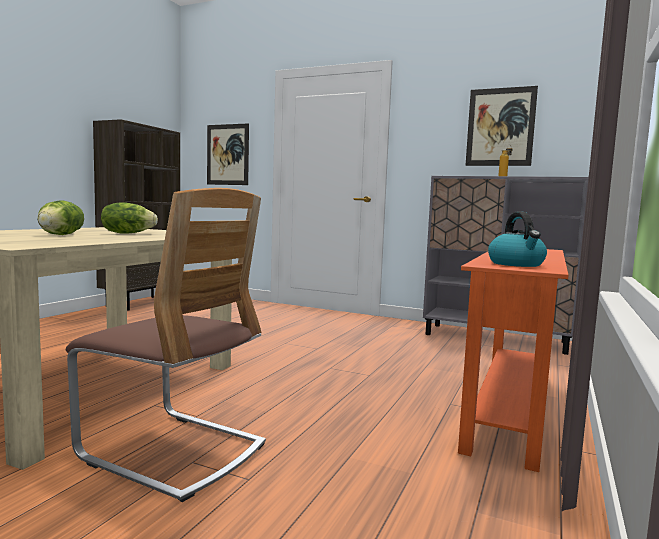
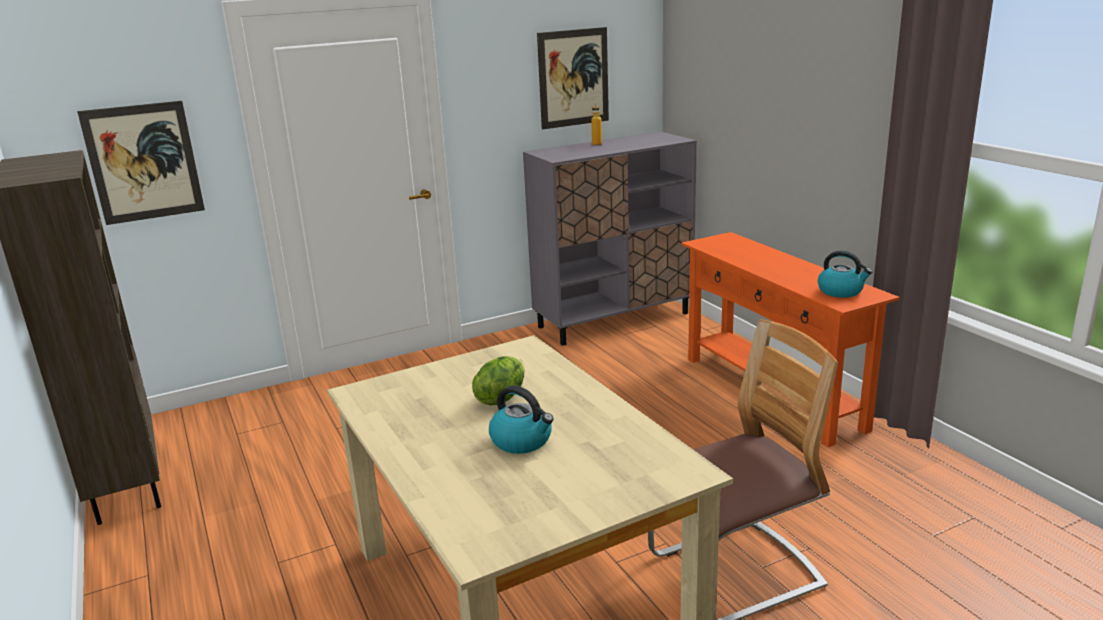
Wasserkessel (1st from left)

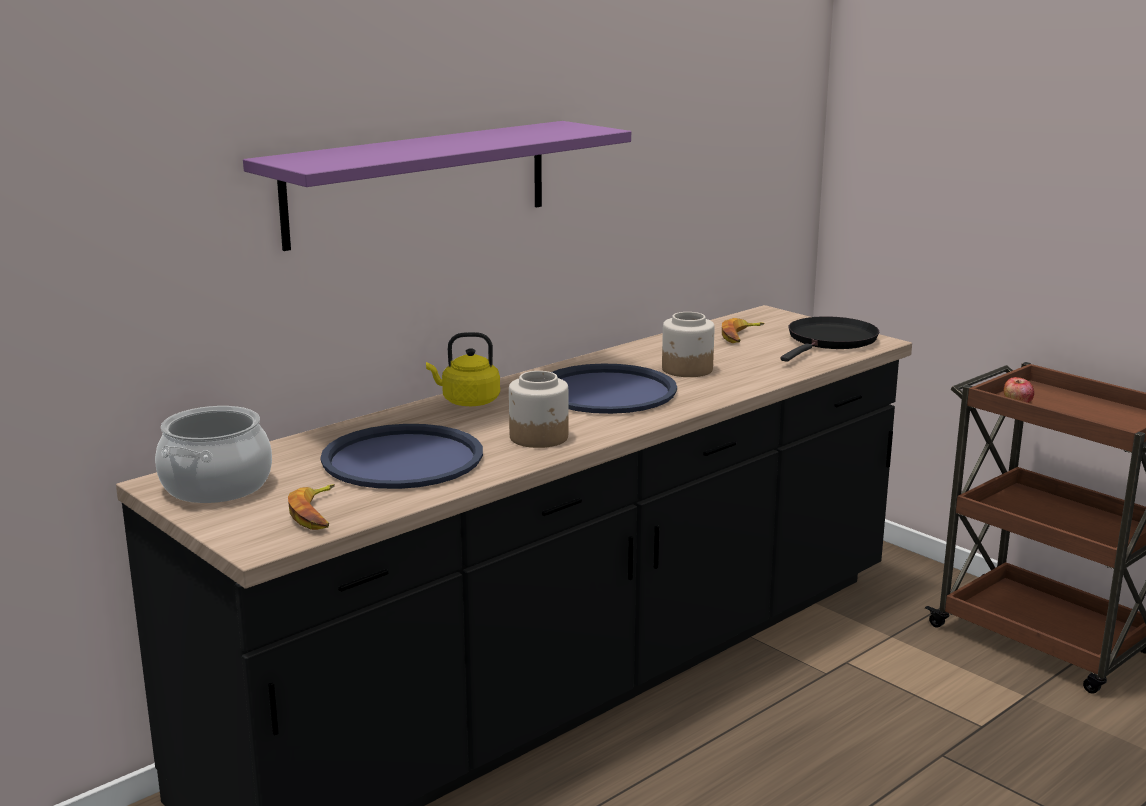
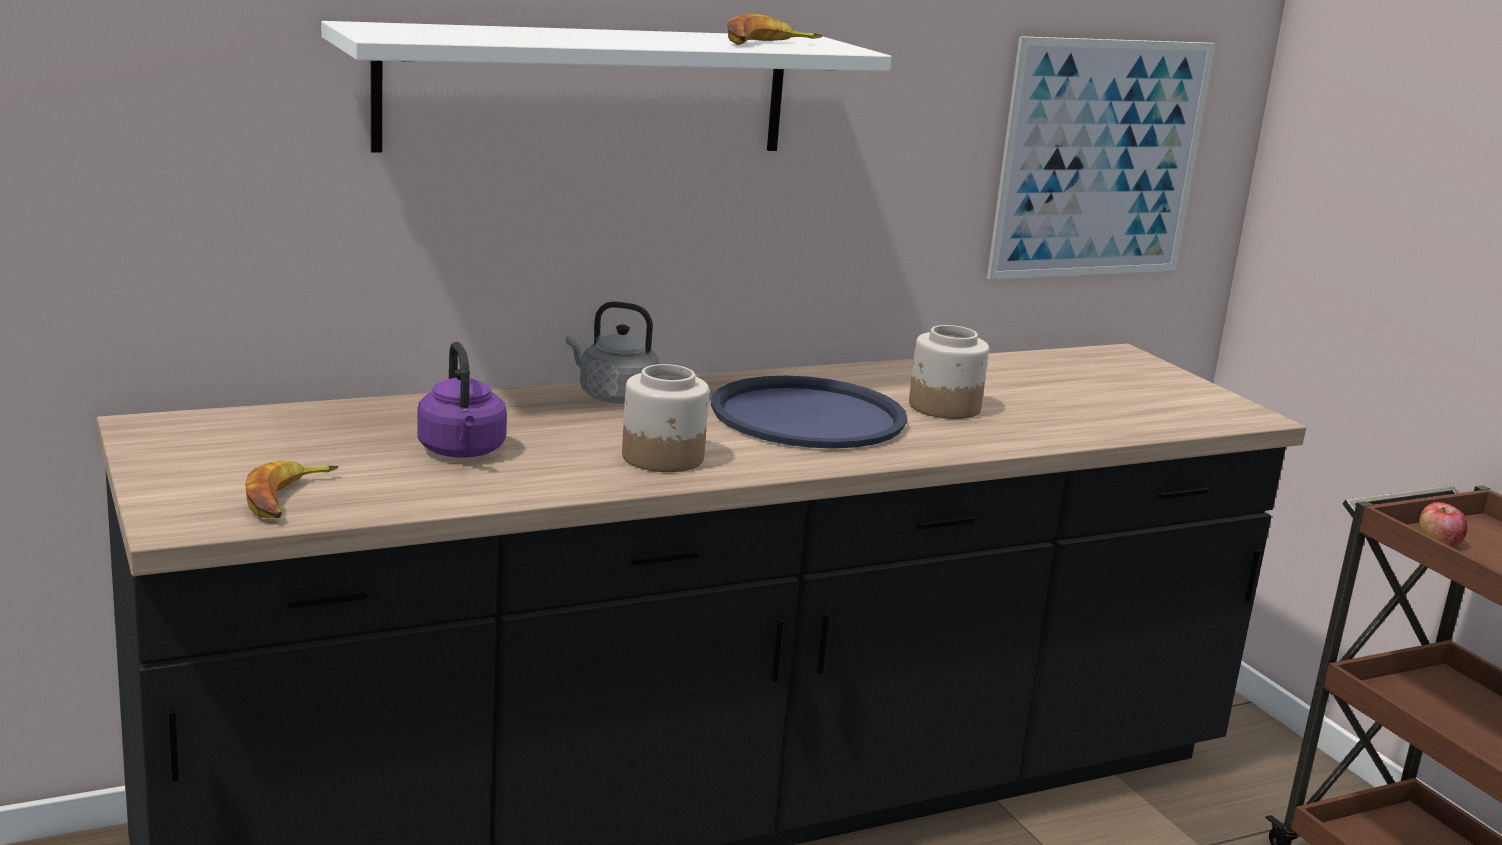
Wandregal (weiß)
Pfanne (schwarz)
Banane (2nd from left)
Wasserkessel (grau)
Kochtopf
Wasserkessel (lila)
Bild

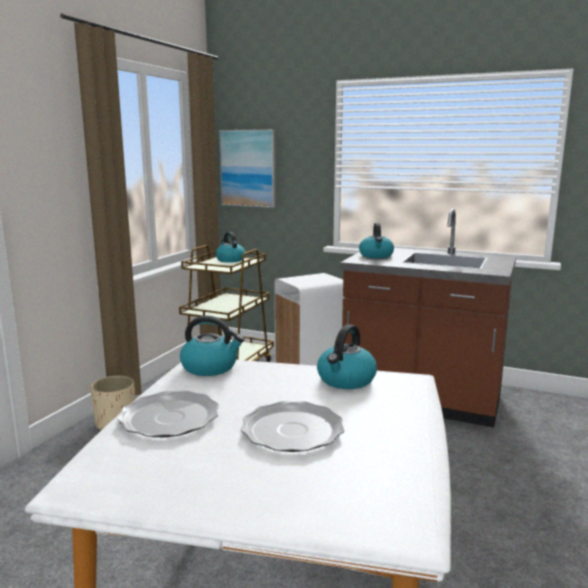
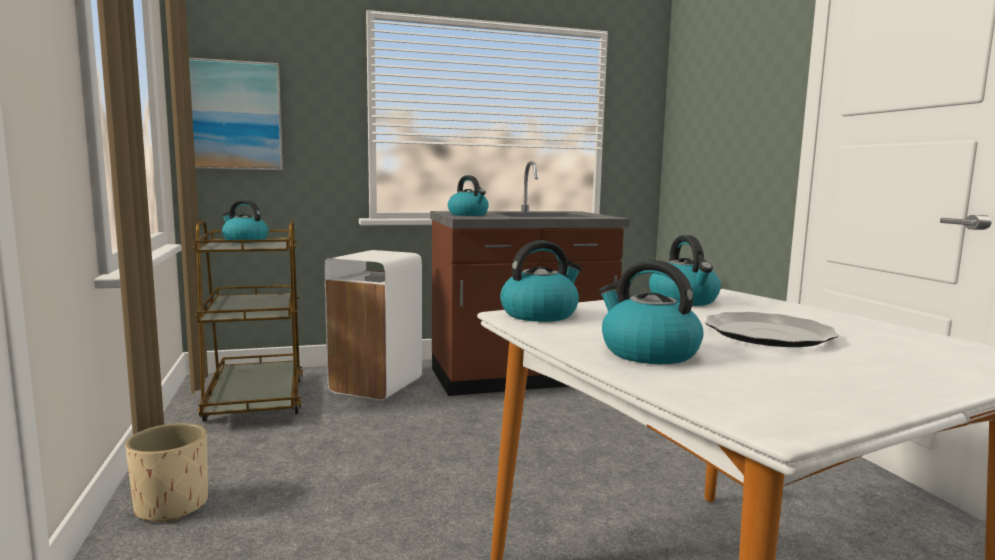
Wasserkessel (4th from left)

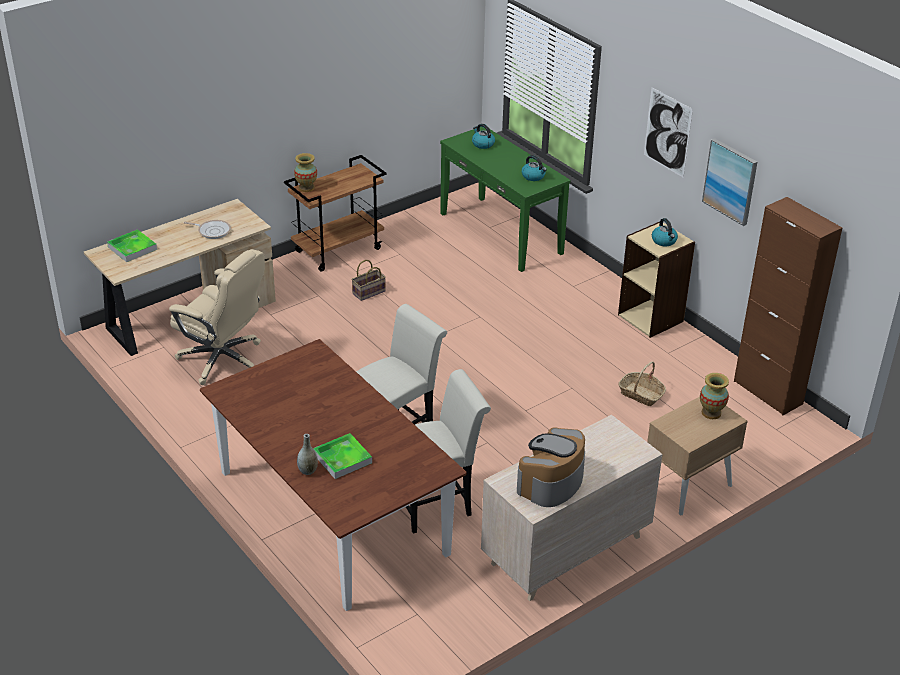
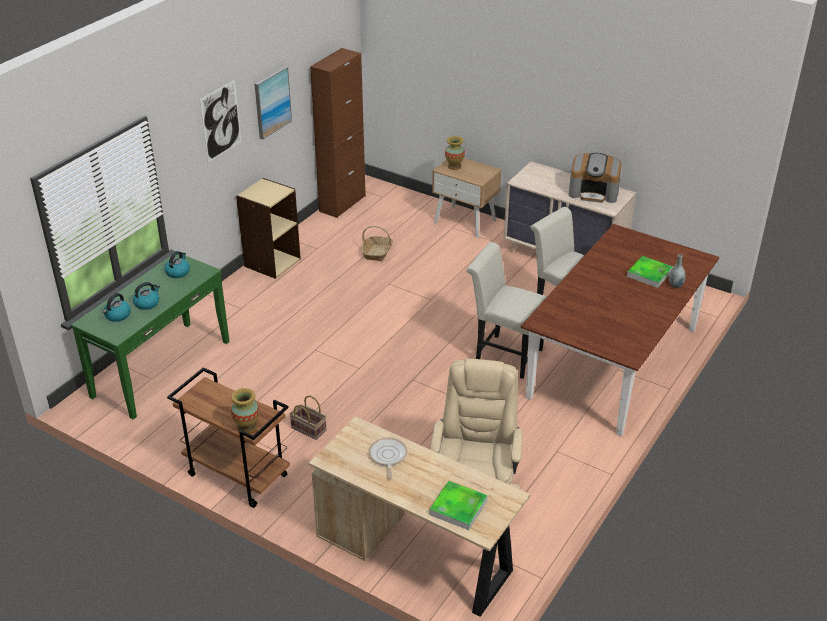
Wasserkessel (2nd from left)

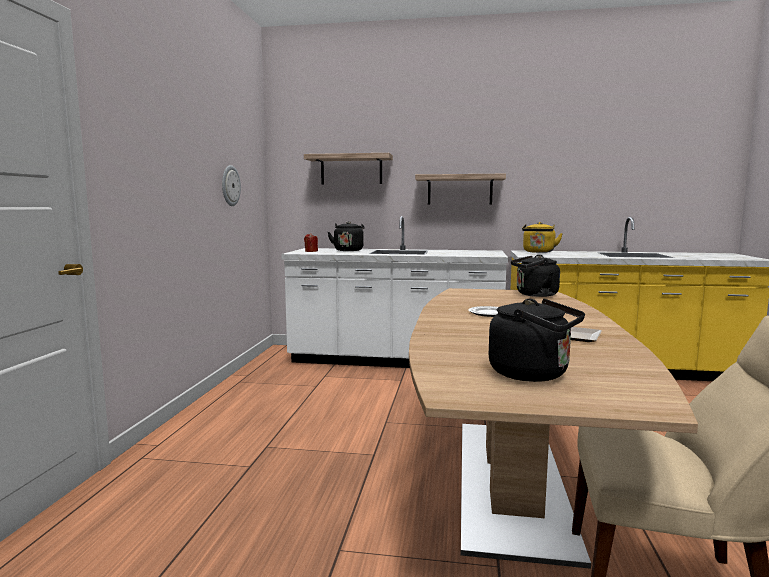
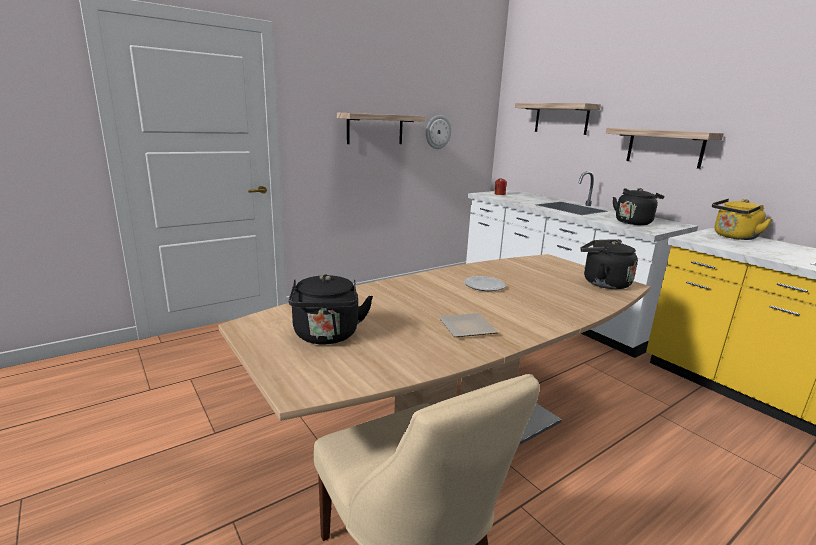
Wasserkessel (schwarz) (3rd from left)
Wandregal (1st from left)

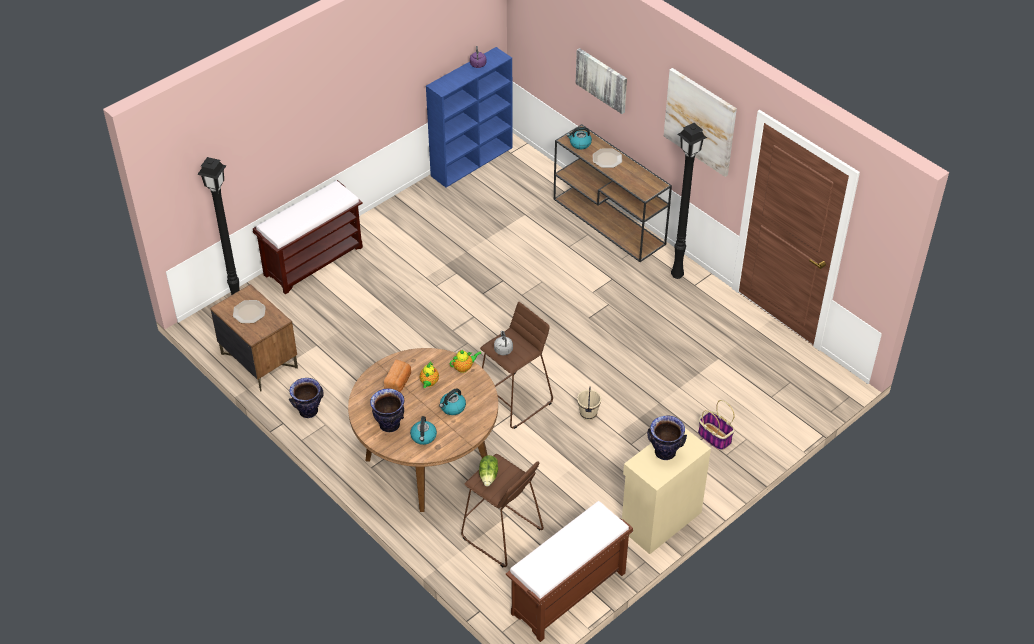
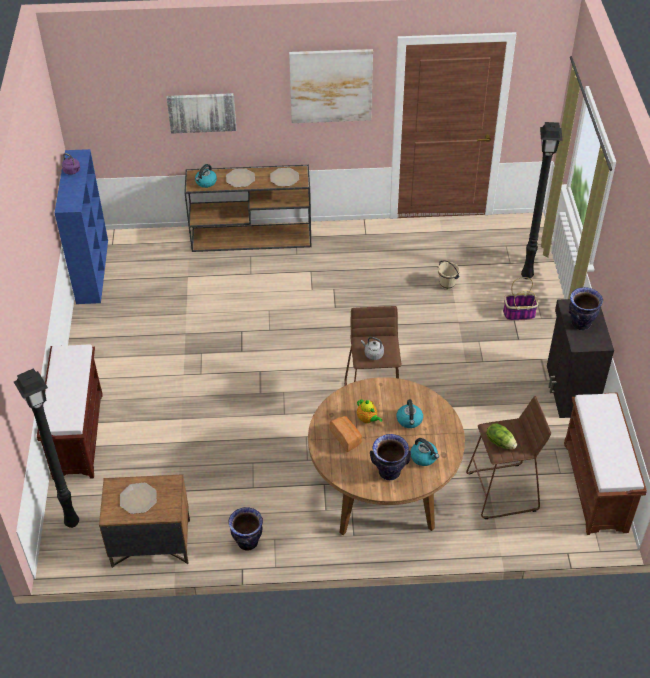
Stehlampe (schwarz) (2nd from left)
Teekanne (2nd from left in the first image)
Eimer (beige)
Schrank (schwarz)
Teller (3rd from left)

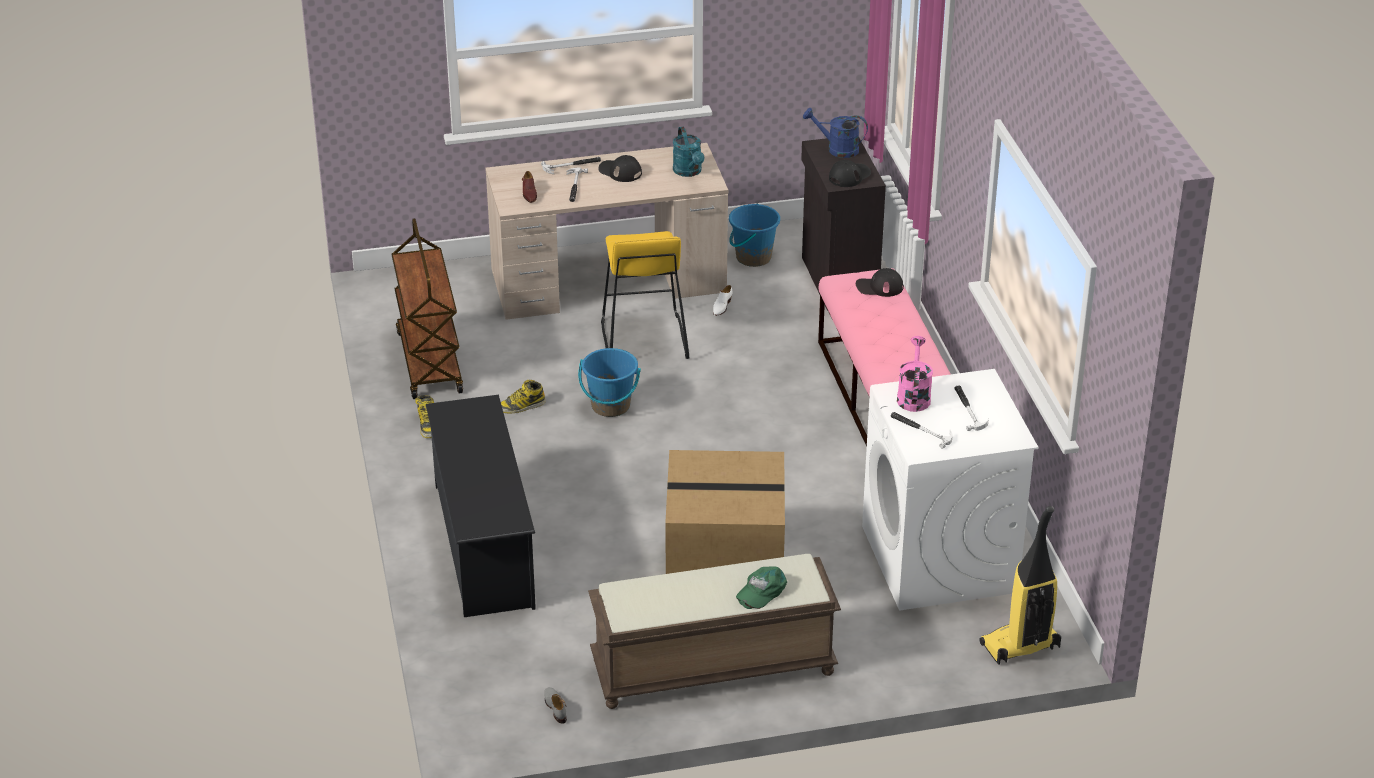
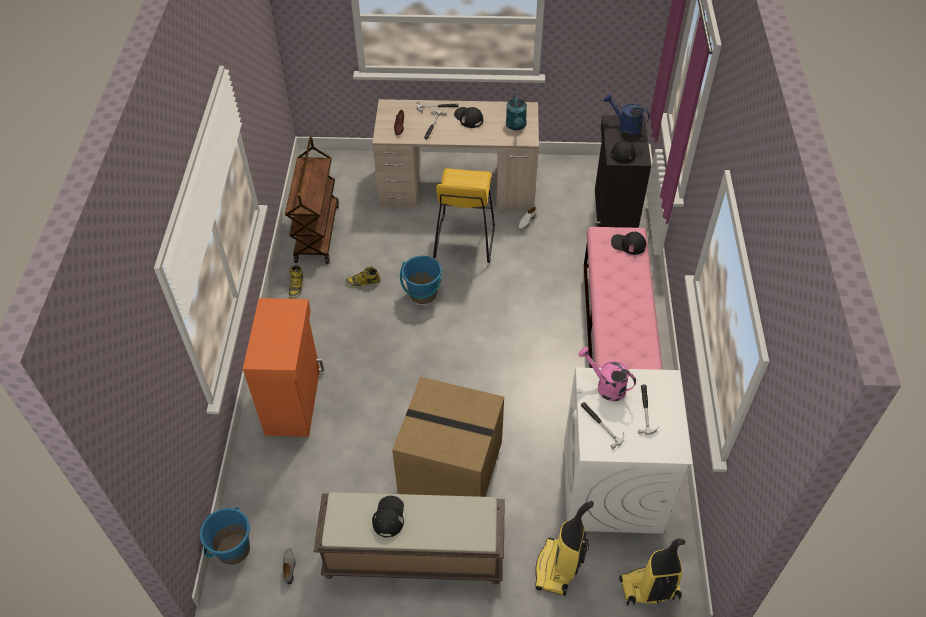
Eimer (blau) (1st from left)
Gießkanne (rosa)
Schrank (orange)
Kappe (grün)
Kappe (schwarz) (1st from left)
Staubsauger (1st from left)

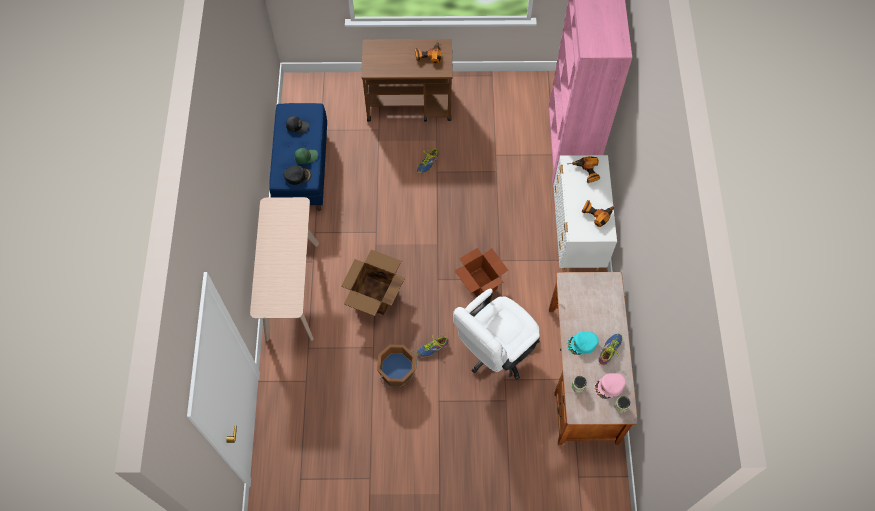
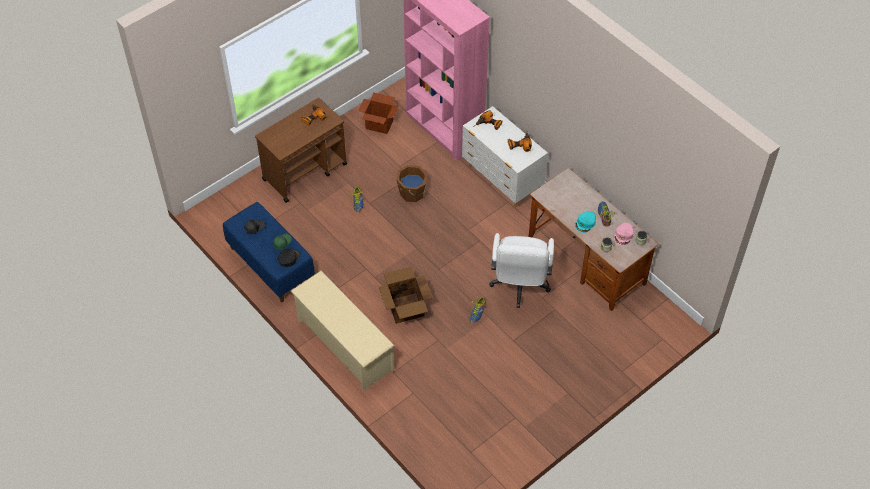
Schuhregal (beige)
Karton (1st from left)
Eimer (braun)

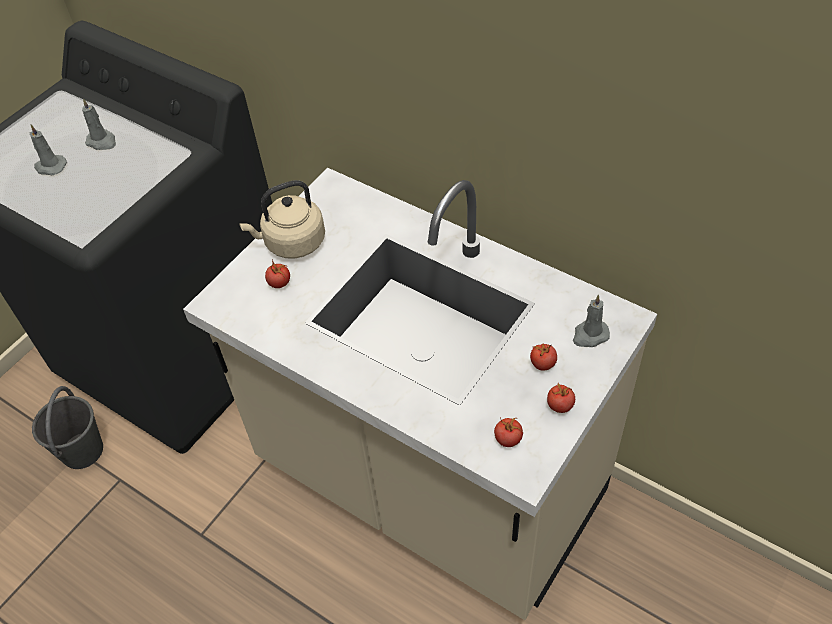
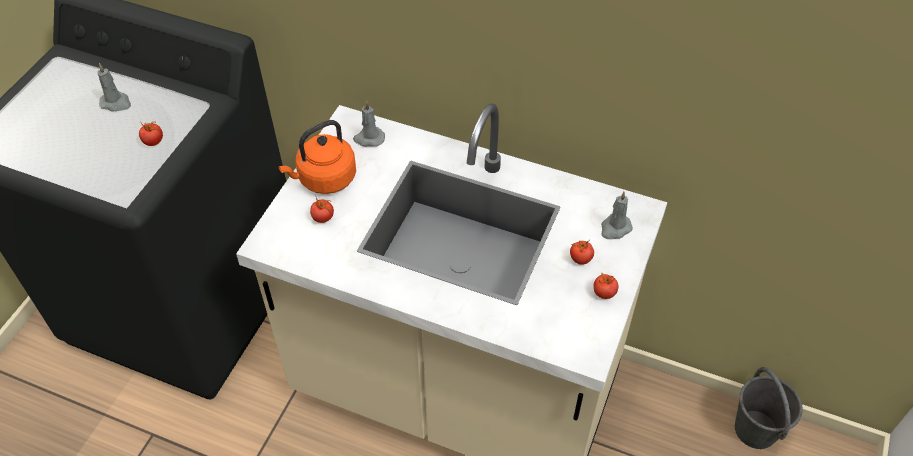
Kerze (grau) (2nd from left)
Wasserkessel (orange)
Eimer (grau)
Tomate (1st from left)

